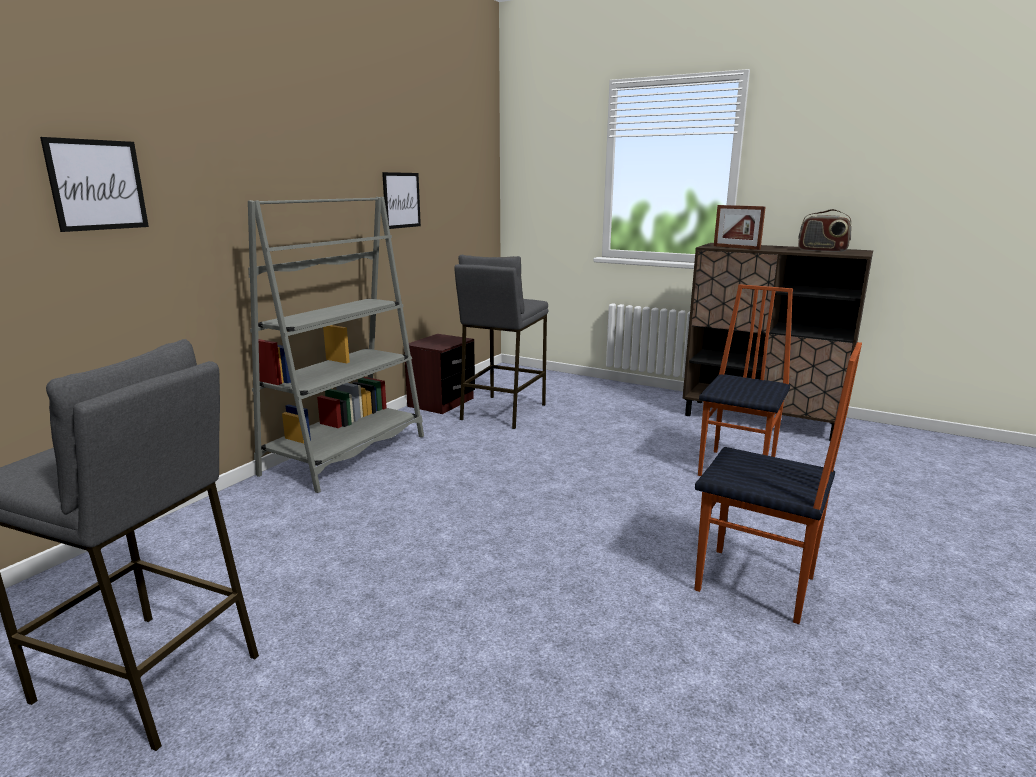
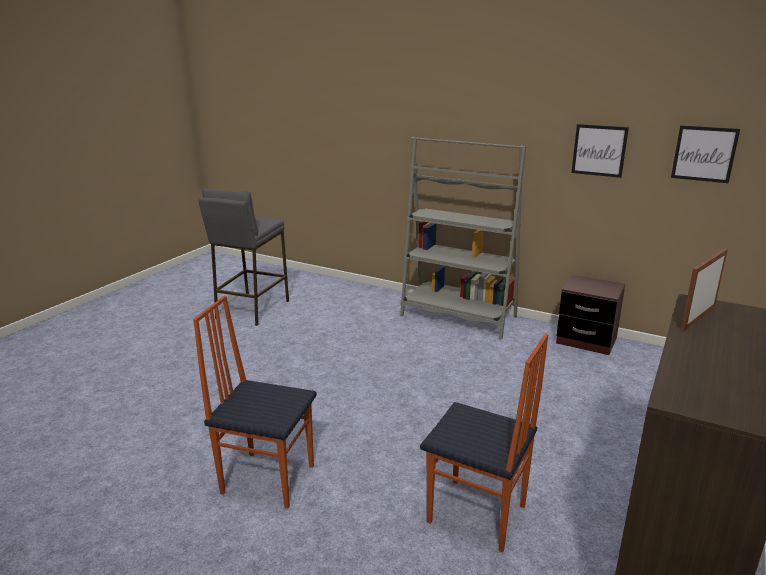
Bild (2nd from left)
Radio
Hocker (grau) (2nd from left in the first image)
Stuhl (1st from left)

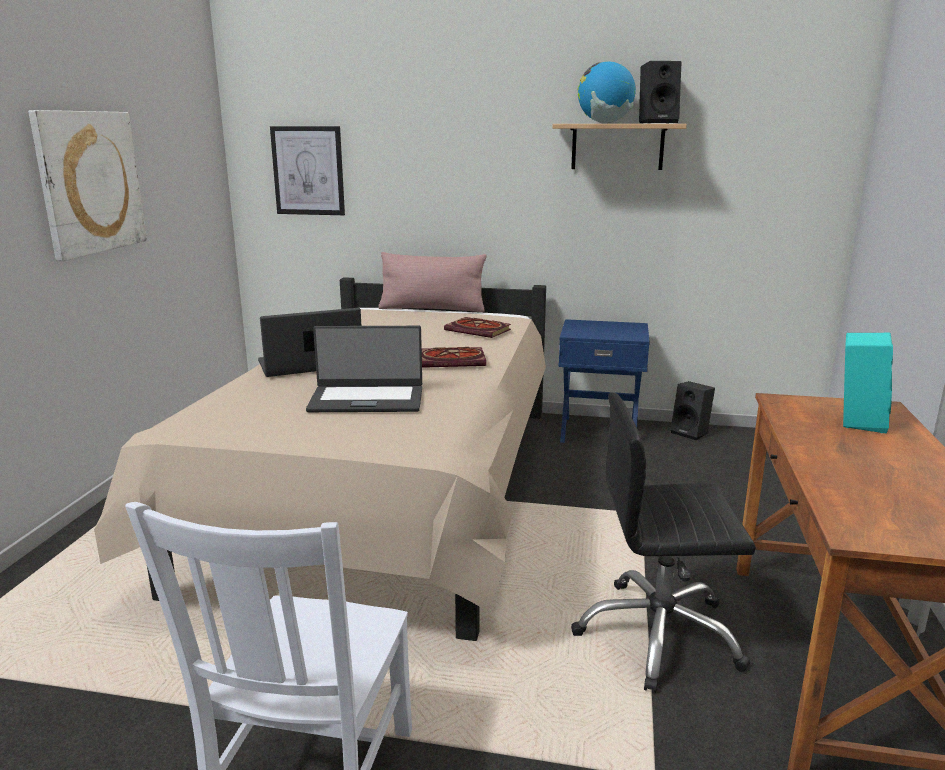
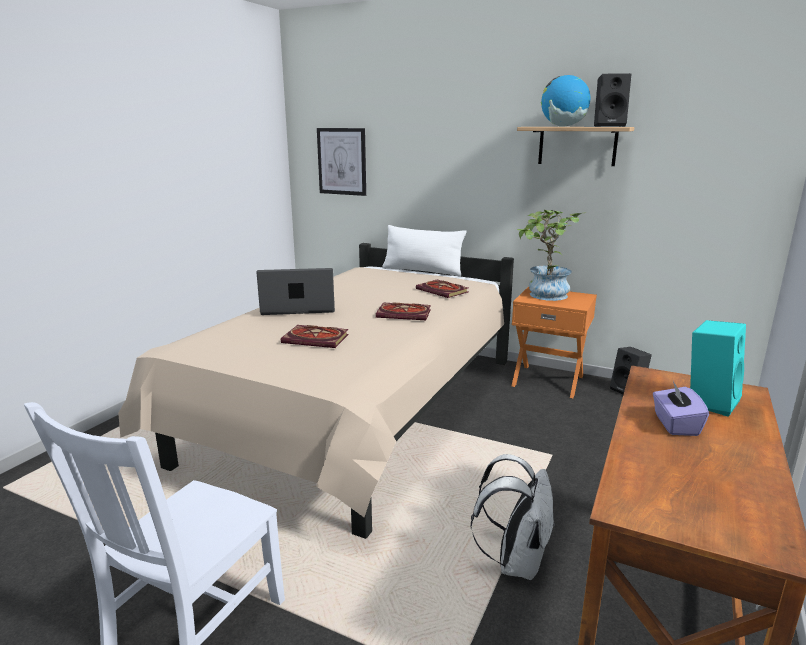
Bild (1st from left in the first image)
Kissen (weiß)
Nachttisch (orange)
Buch (1st from left)
Rucksack (weiß)
Topfpflanze
Taschentuchbox (lila)

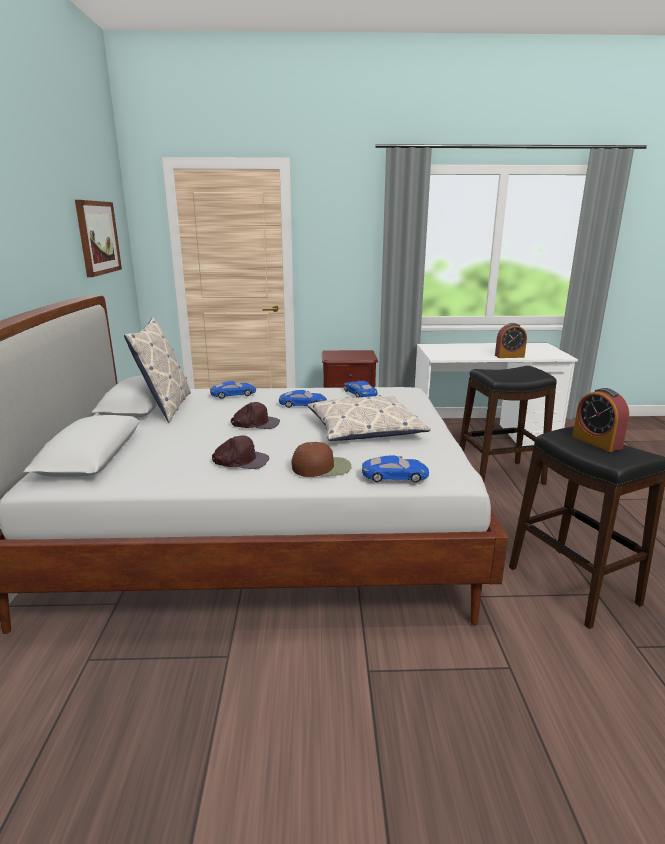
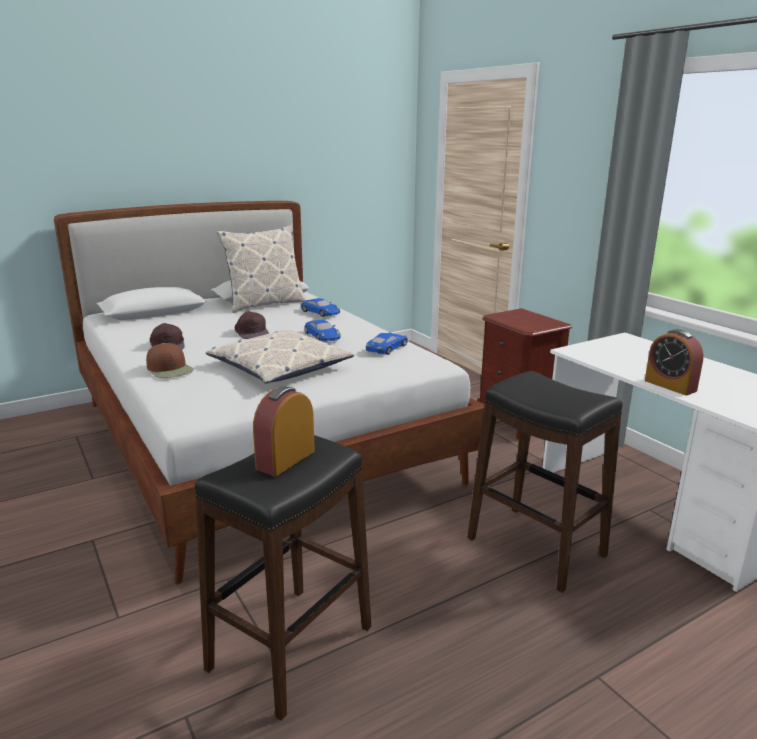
Bild
Spielzeugauto (blau) (4th from left in the first image)

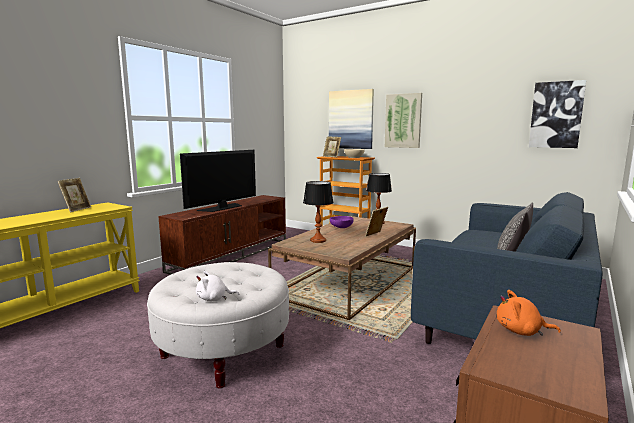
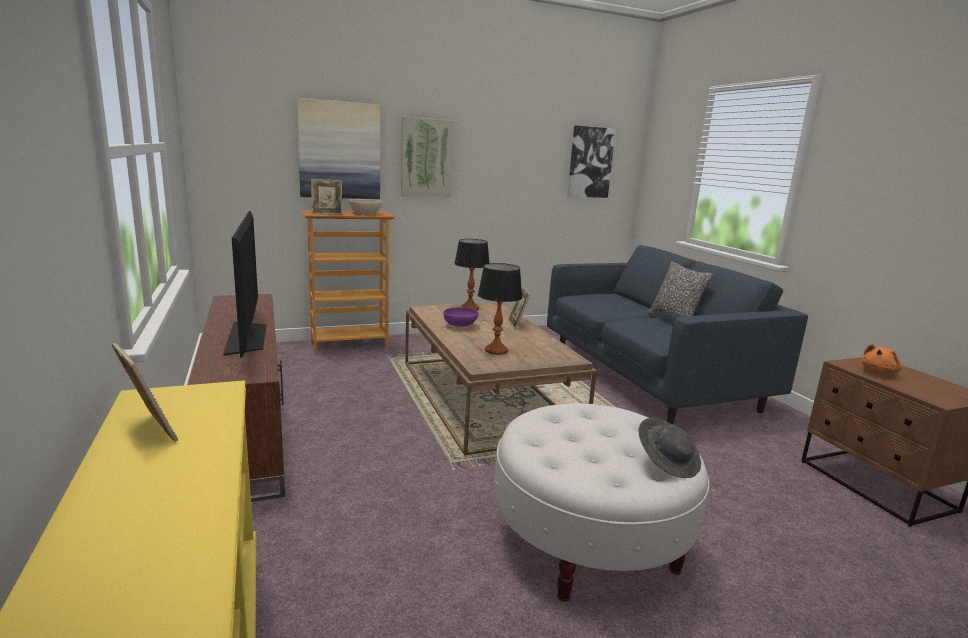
Hut (grau)

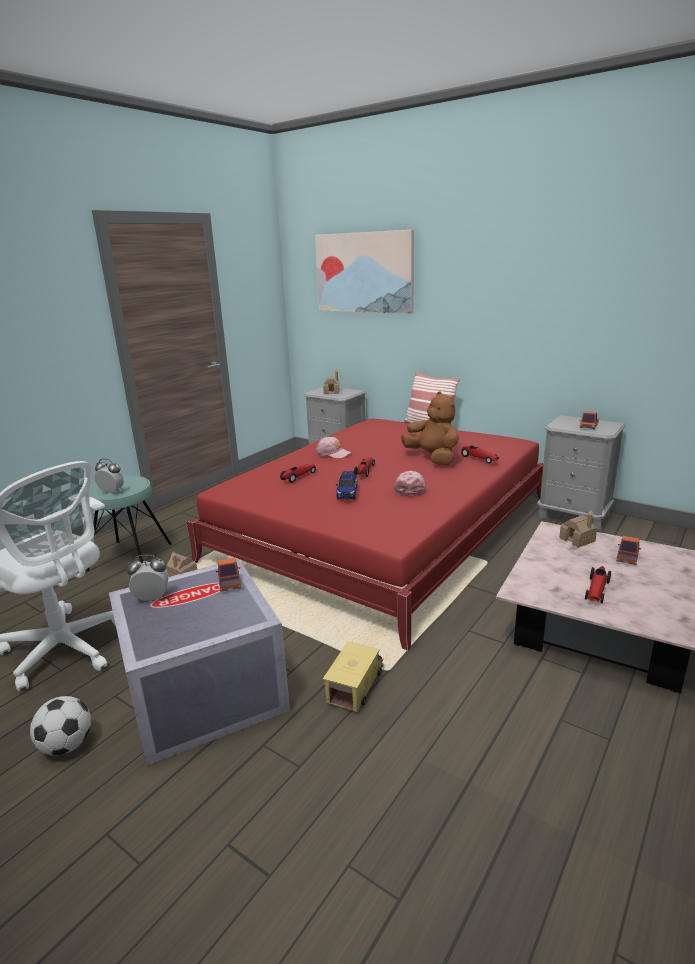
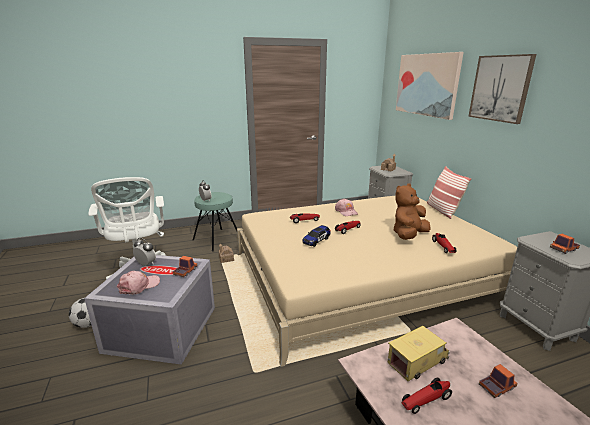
Plüschtier (braun)
Bett (beige)
Kappe (rosa) (1st from left)
Spielzeughaus (3rd from left in the first image)
Spielzeuglaster (2nd from left)
Bild (2nd from left)

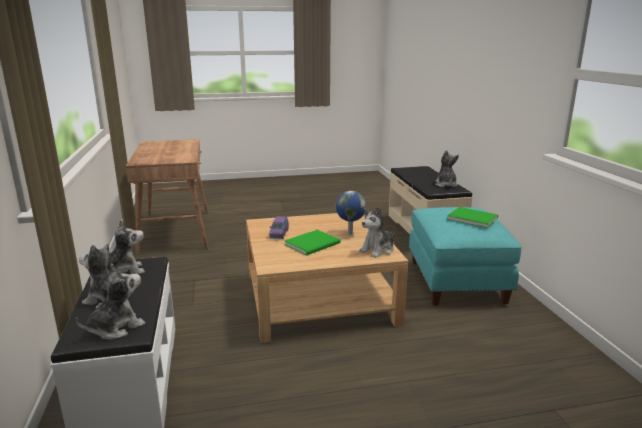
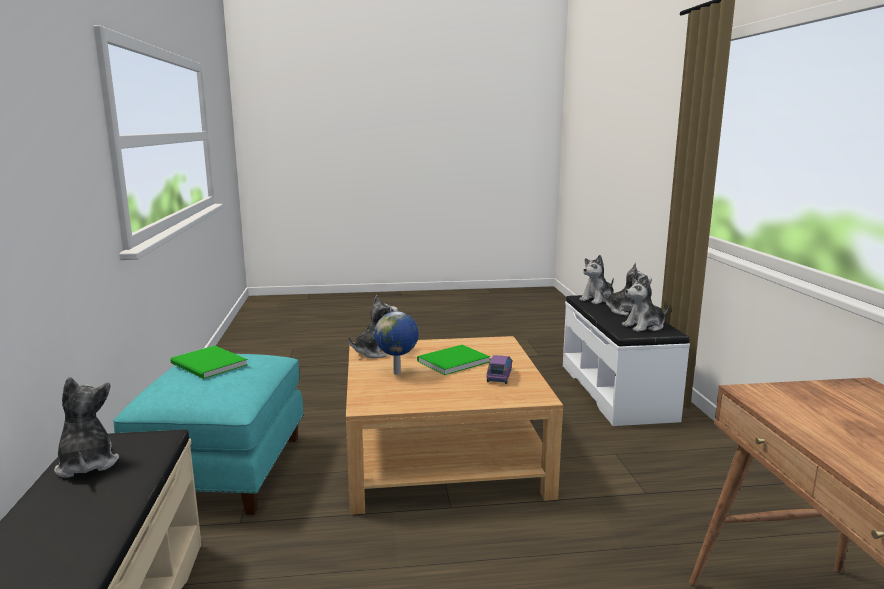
Plüschtier (1st from left)

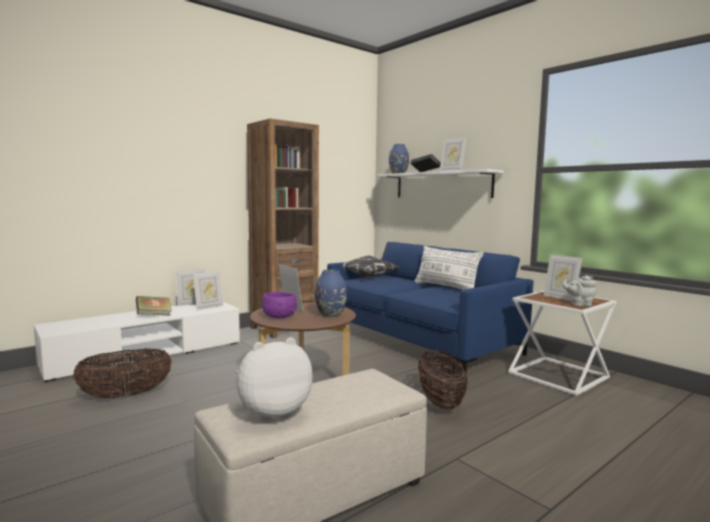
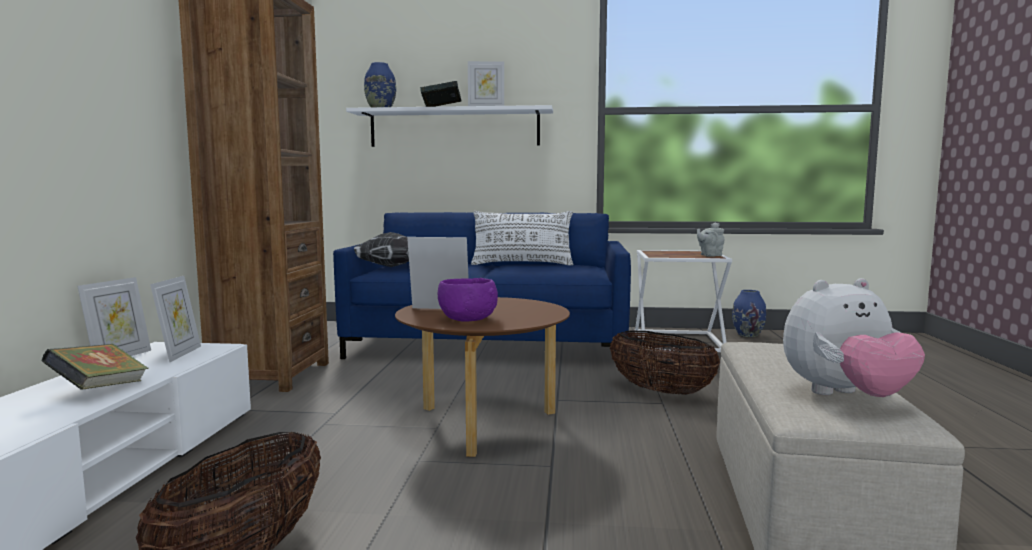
Bilderrahmen (5th from left in the first image)
Vase (blau) (2nd from left)
Plüschtier

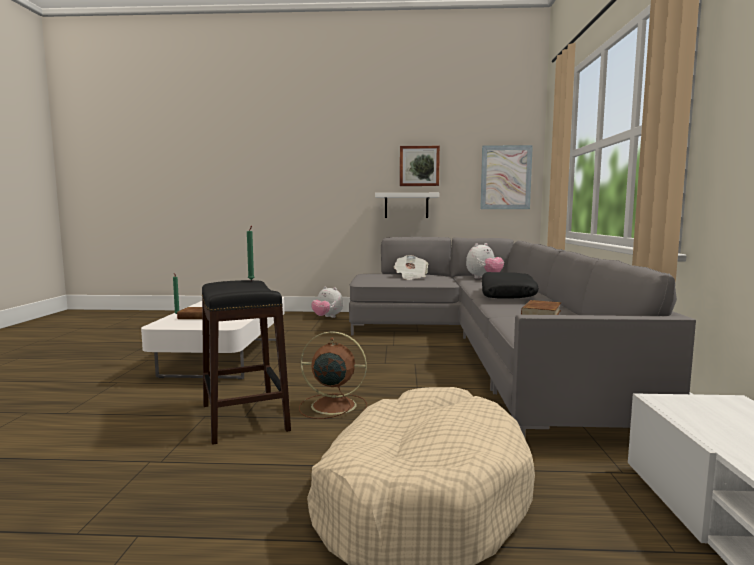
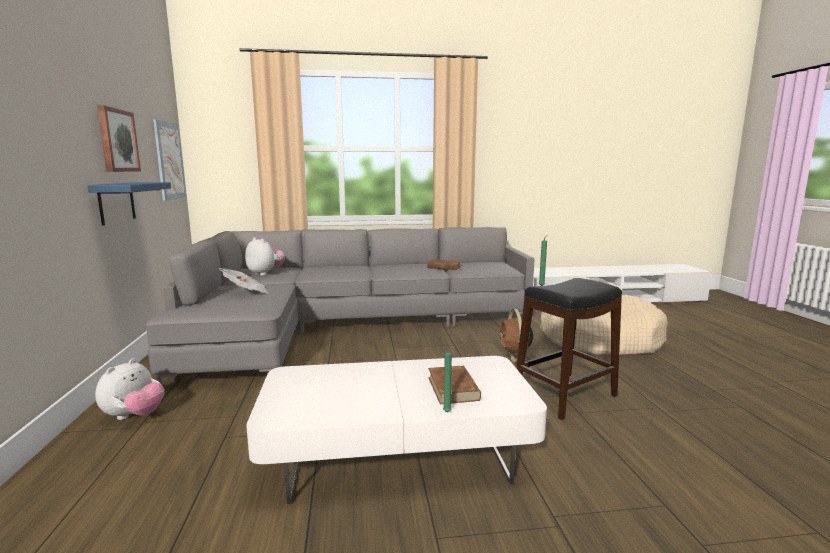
Wandregal (blau)
Kissen (schwarz)

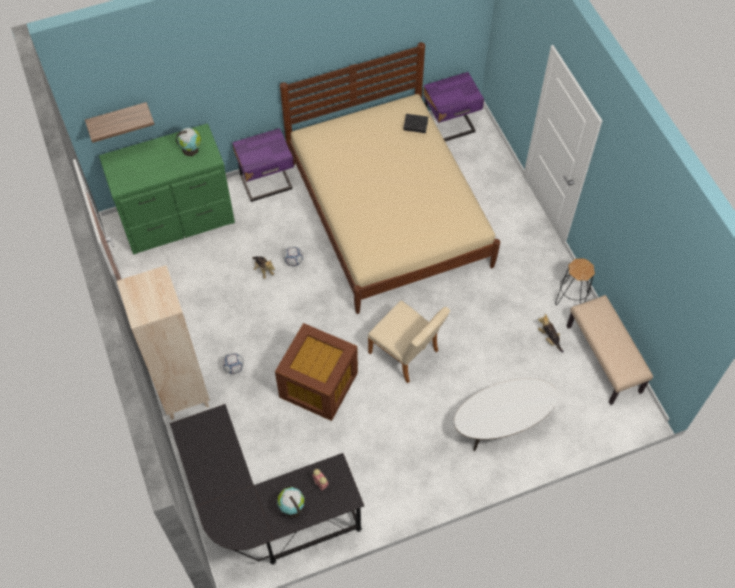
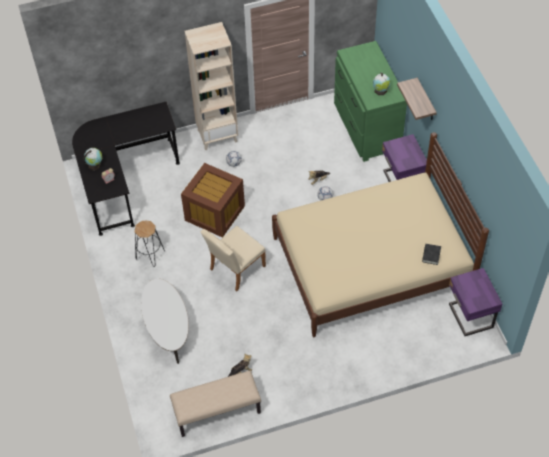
Wandregal
Hocker (schwarz)

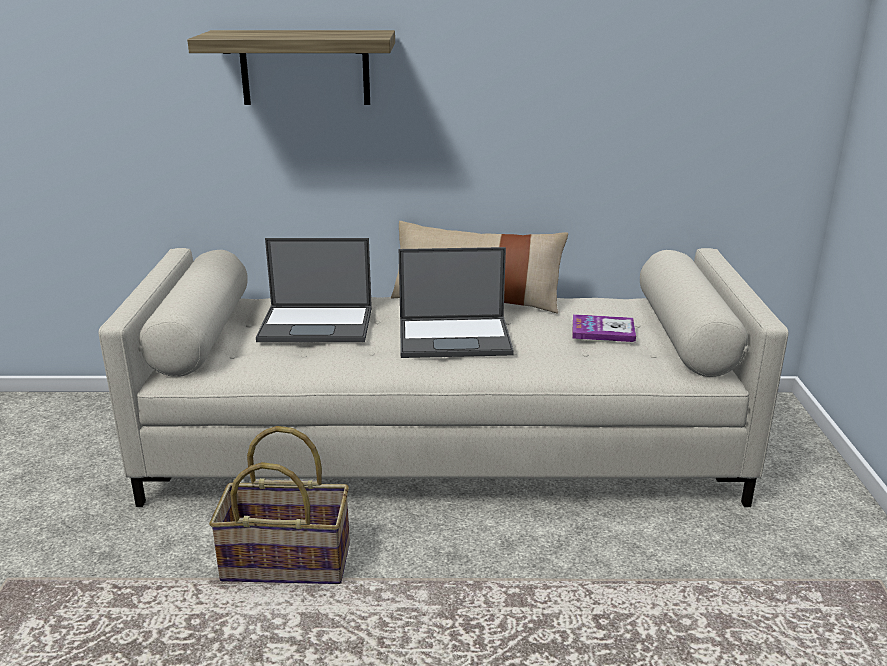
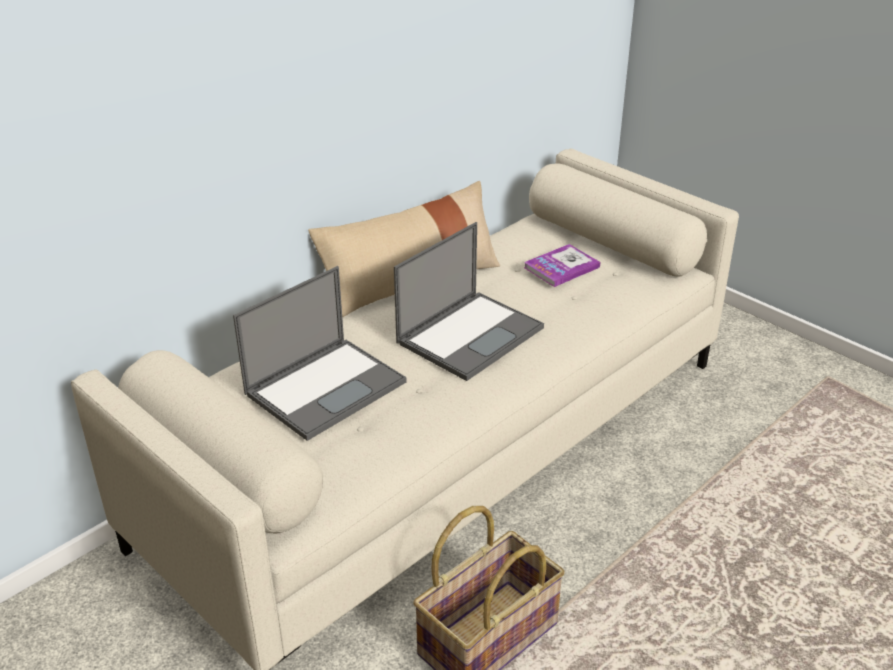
Wandregal

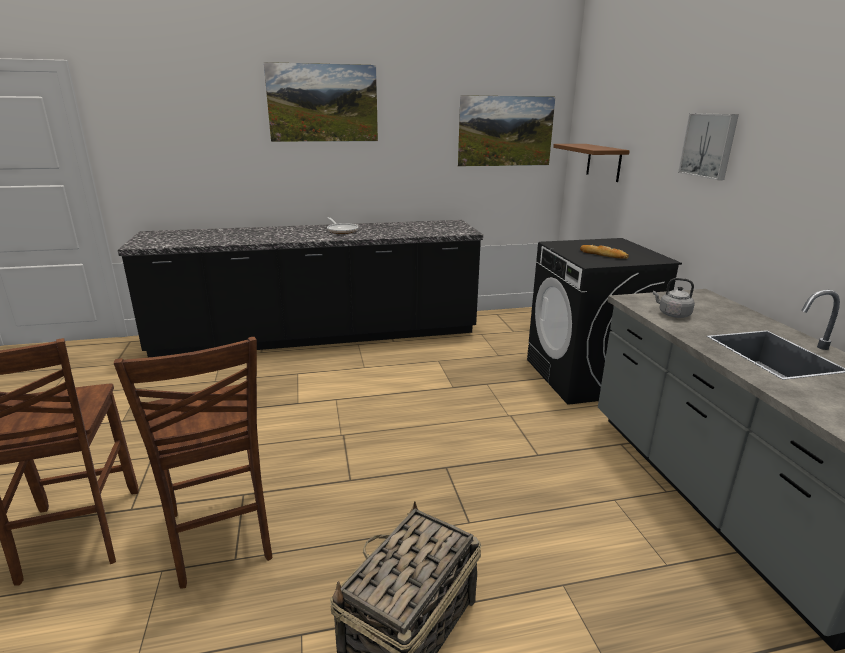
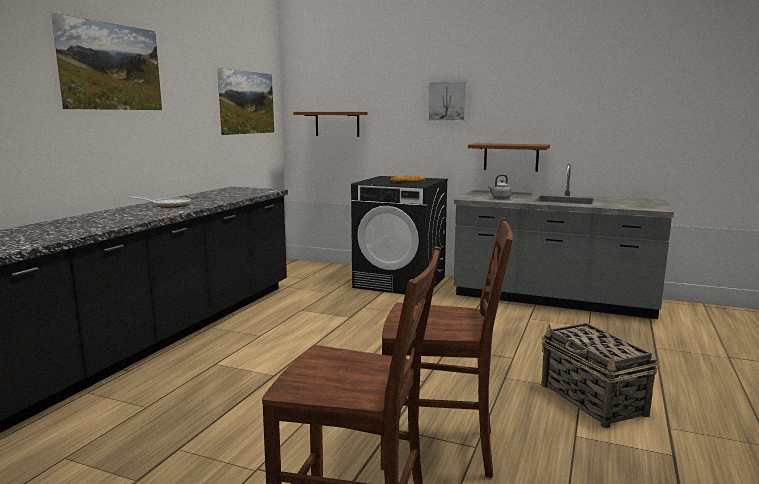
Wandregal (braun) (2nd from left)

